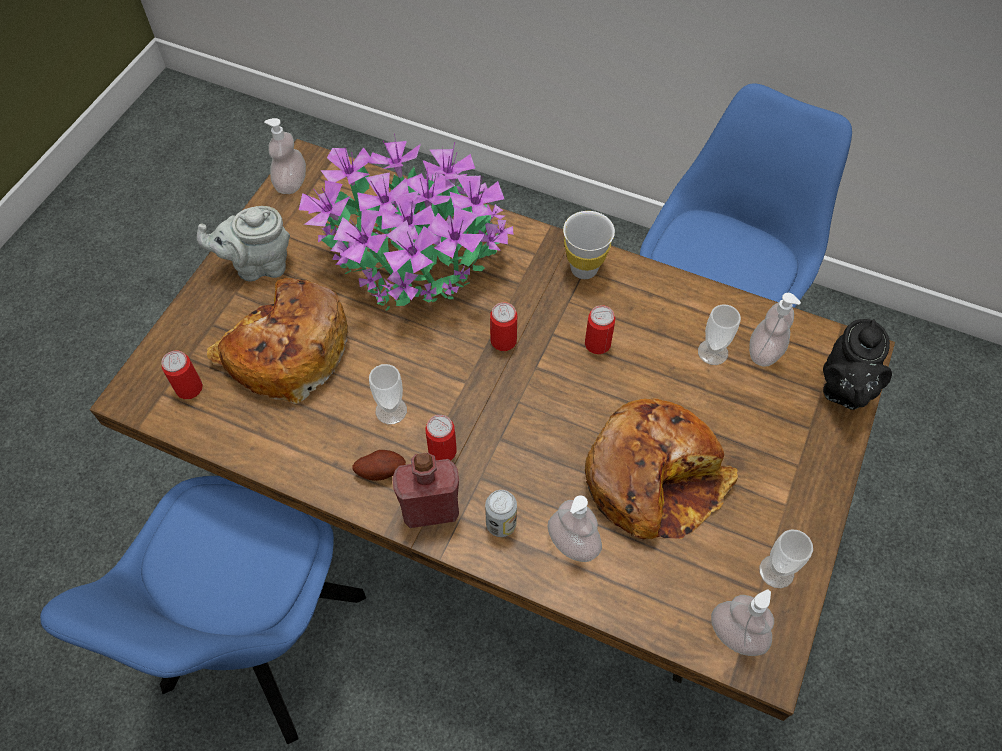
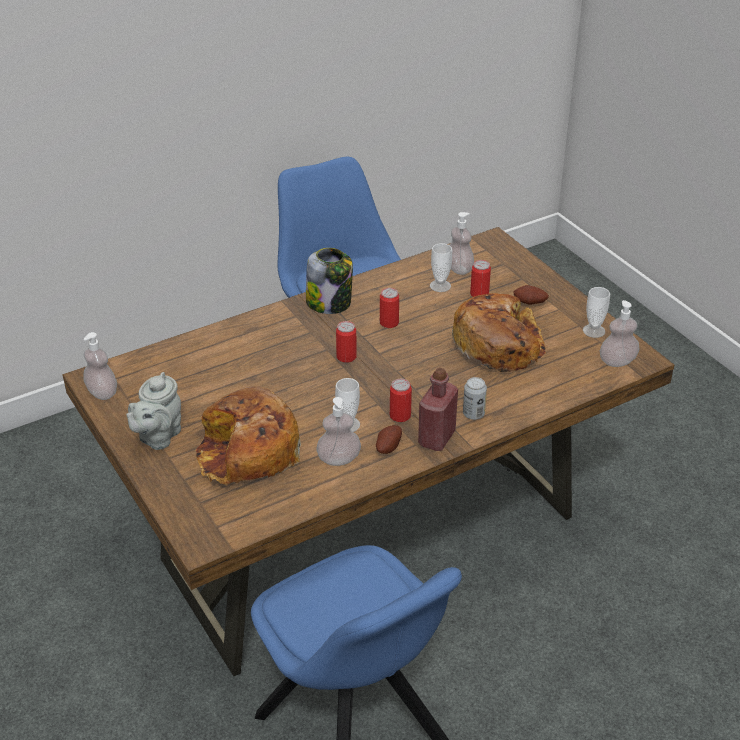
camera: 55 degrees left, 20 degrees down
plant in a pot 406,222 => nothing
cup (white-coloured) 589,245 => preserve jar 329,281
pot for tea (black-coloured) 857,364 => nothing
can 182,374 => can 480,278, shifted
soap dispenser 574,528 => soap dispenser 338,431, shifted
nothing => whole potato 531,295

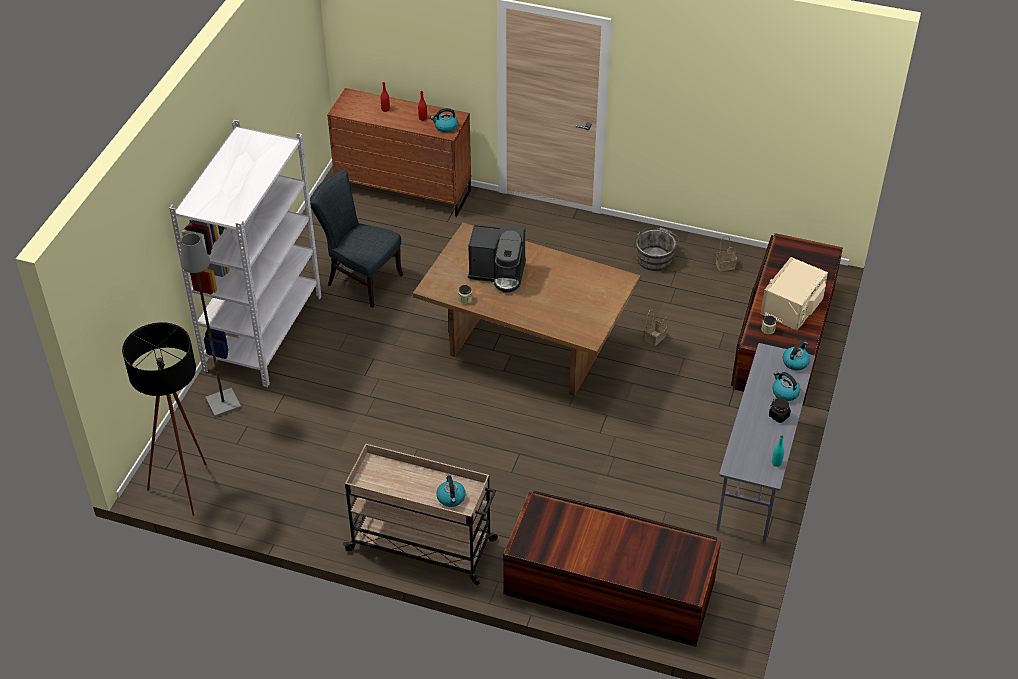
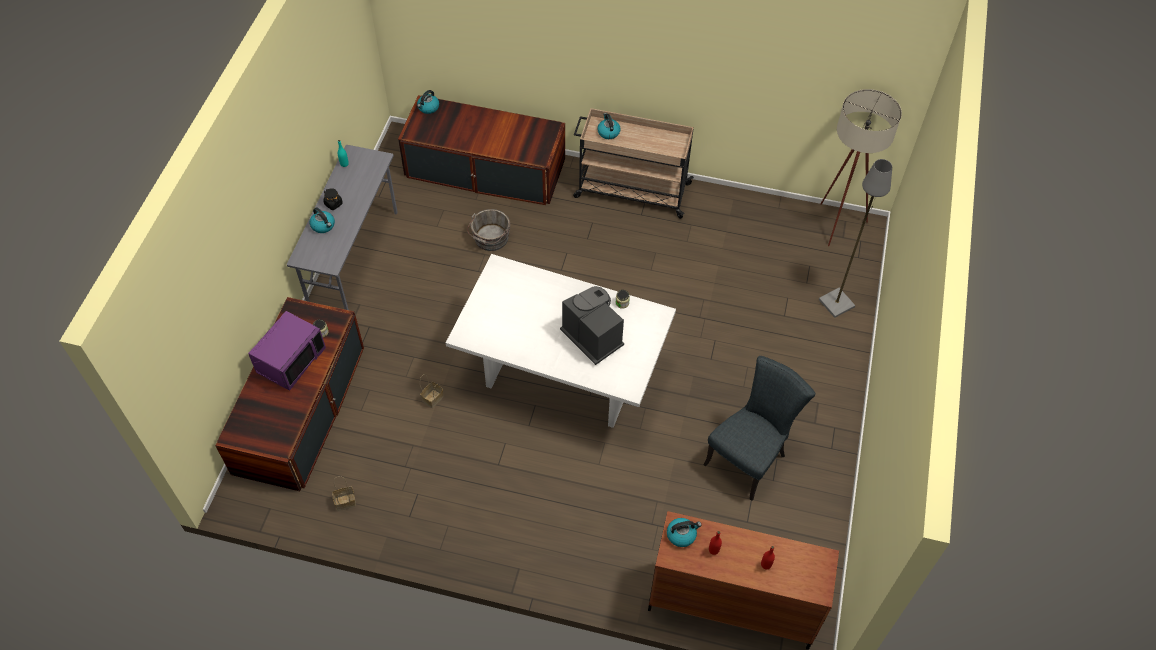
camera: 175 degrees right, 10 degrees up
bookcase (white-coloured) 245,253 => nothing
chair (greyish) 356,238 => chair (greyish) 759,428, 75 degrees counterclockwise
dining table (brownish) 527,309 => dining table (white-coloured) 561,341
coffee machine 497,258 => coffee machine 592,325, 45 degrees clockwise
water bucket (greyish) 657,249 => water bucket (greyish) 488,230, shifted
microwave (beige) 794,293 => microwave (purplish) 287,351
standing lamp (black-coloured) 164,419 => standing lamp (beige) 861,168
water kettle 796,356 => water kettle 428,102, shifted

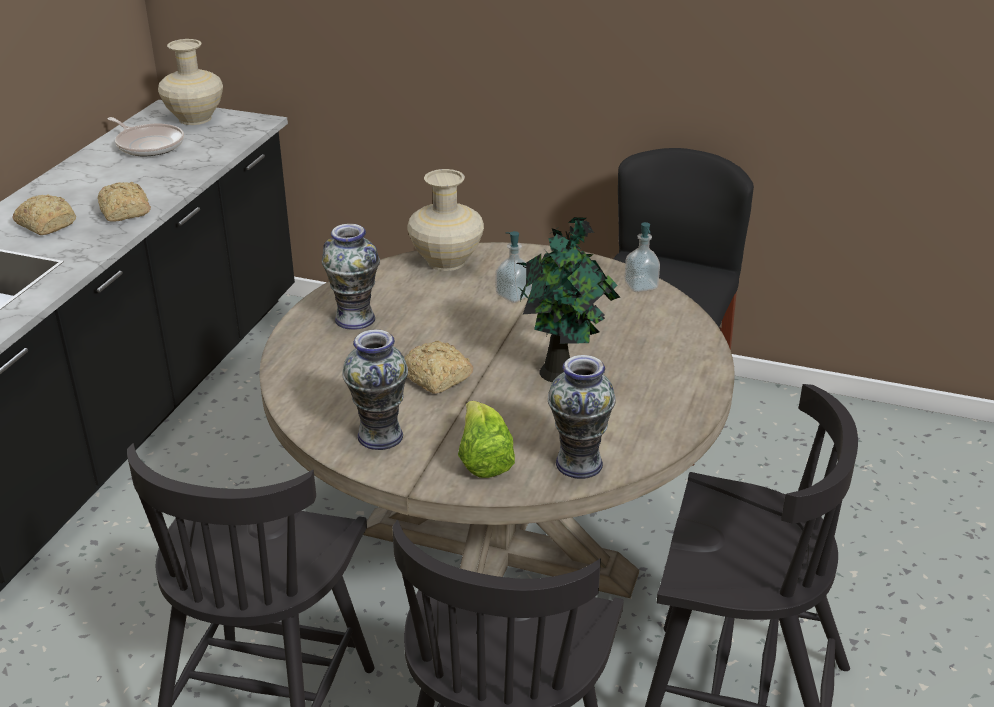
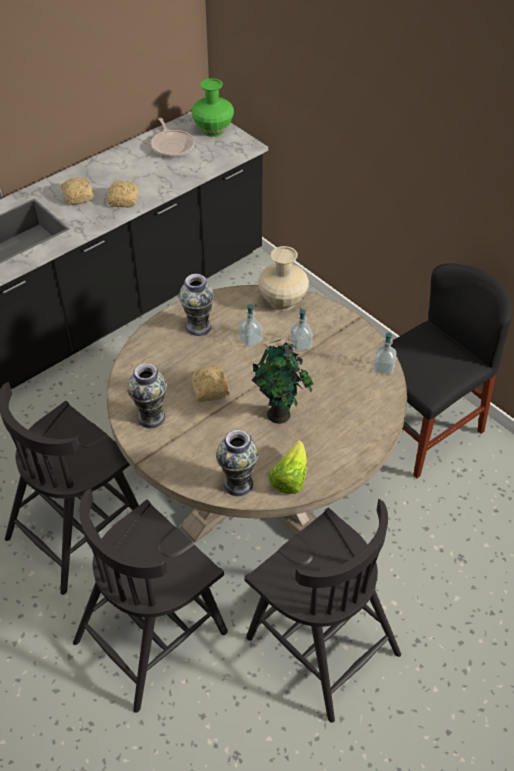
camera: 30 degrees right, 15 degrees up
vase (beige) 190,82 => vase (green-coloured) 212,107
head of lettuce 486,439 => head of lettuce 288,467, shifted
nothing => soap dispenser 250,325

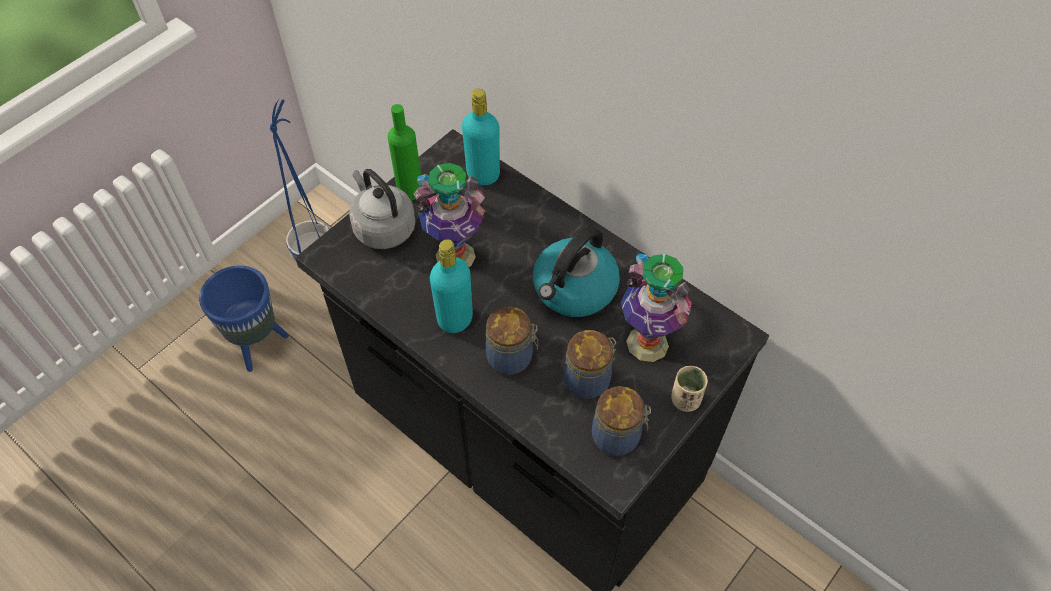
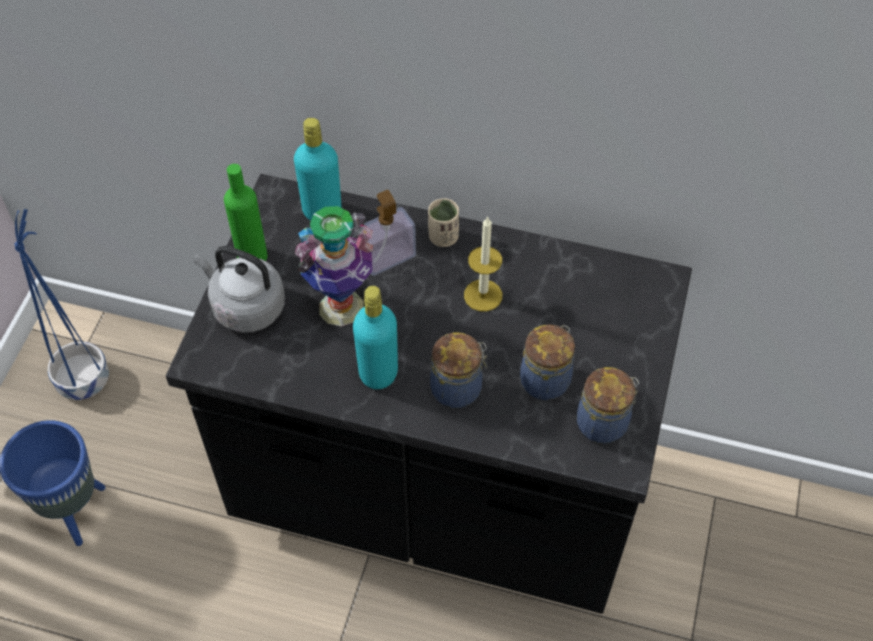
camera: 25 degrees left, 0 degrees up
water kettle 576,271 => candle 483,264
vase 656,307 => nothing
cup (beige) 689,389 => cup (beige) 443,222, shifted
nothing => soap dispenser 390,233

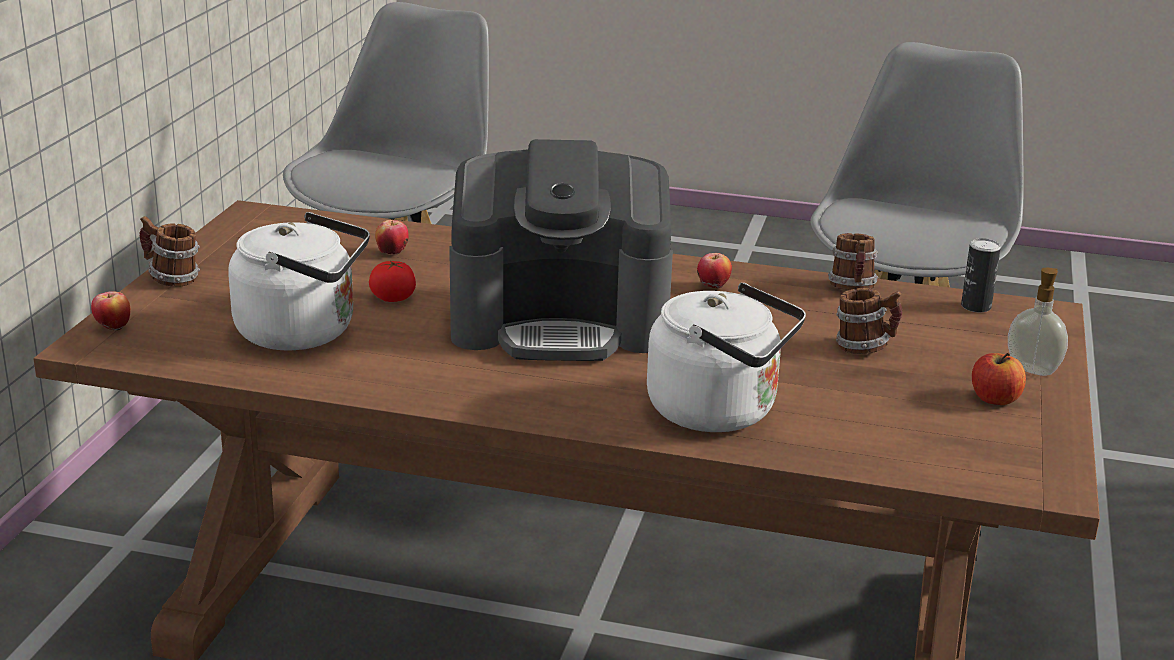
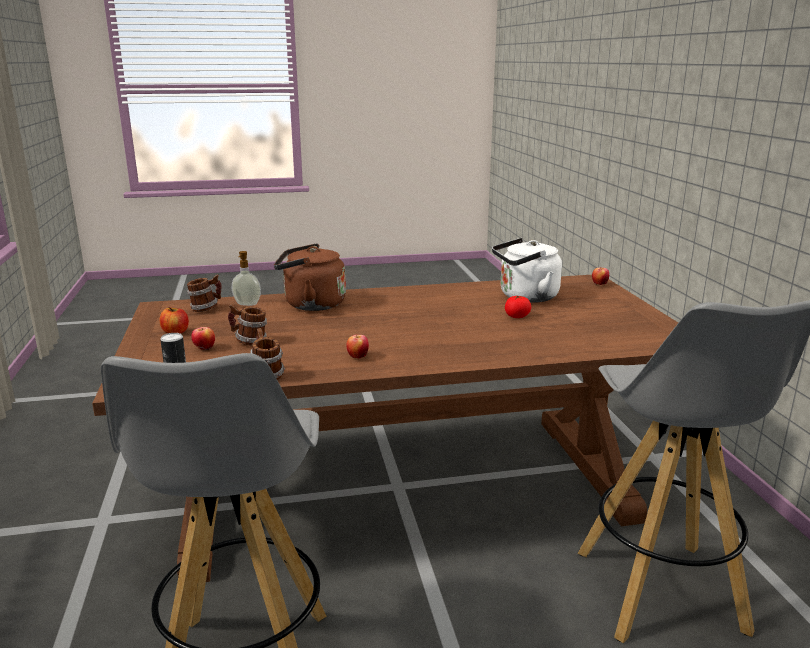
camera: 155 degrees right, 5 degrees down
coffee machine 561,250 => nothing
mug 169,251 => mug 204,293, shifted
apple fruit 392,237 => apple fruit 203,338, shifted
soap dispenser 1038,322 => soap dispenser 246,278, shifted
water kettle (white-coloured) 726,357 => water kettle (brownish) 310,277

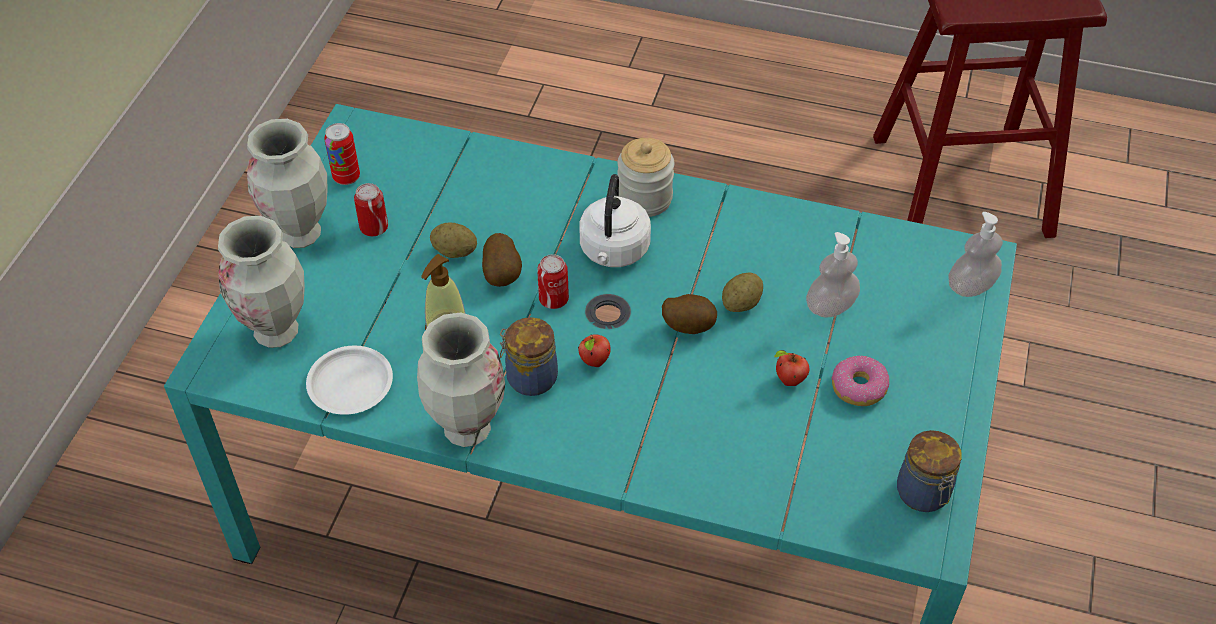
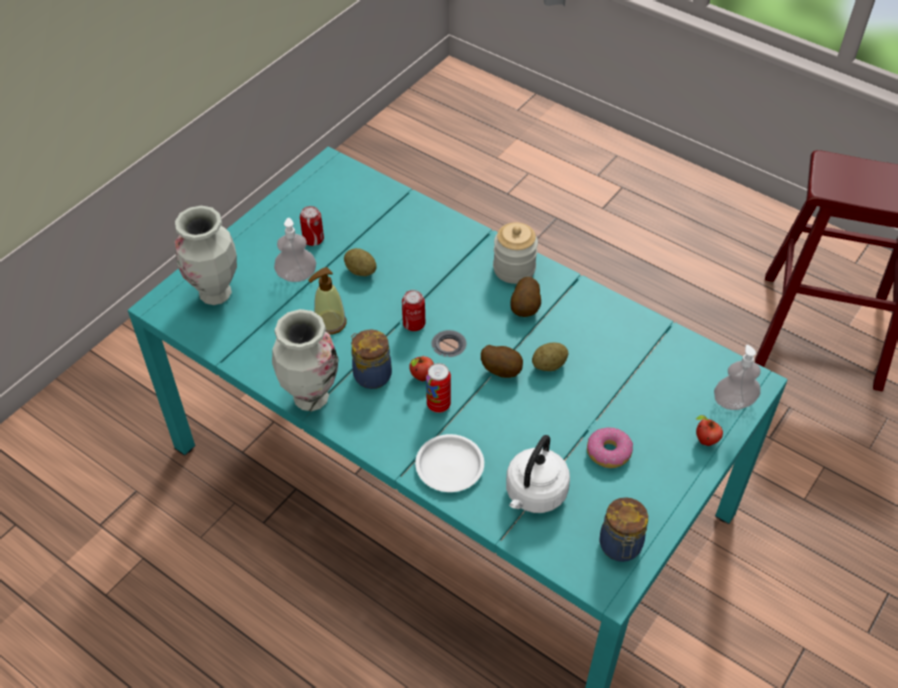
camera: 20 degrees right, 0 degrees up
vase 287,183 => nothing
can 342,154 => can 438,388, shifted
water kettle (white-coloured) 615,220 => water kettle (white-coloured) 538,474, shifted
soap dispenser 833,275 => soap dispenser 295,250, shifted
whole potato 502,260 => whole potato 526,297, shifted
plate (white-coloured) 349,380 => plate (white-coloured) 449,463, shifted
apple fruit 792,368 => apple fruit 709,430, shifted

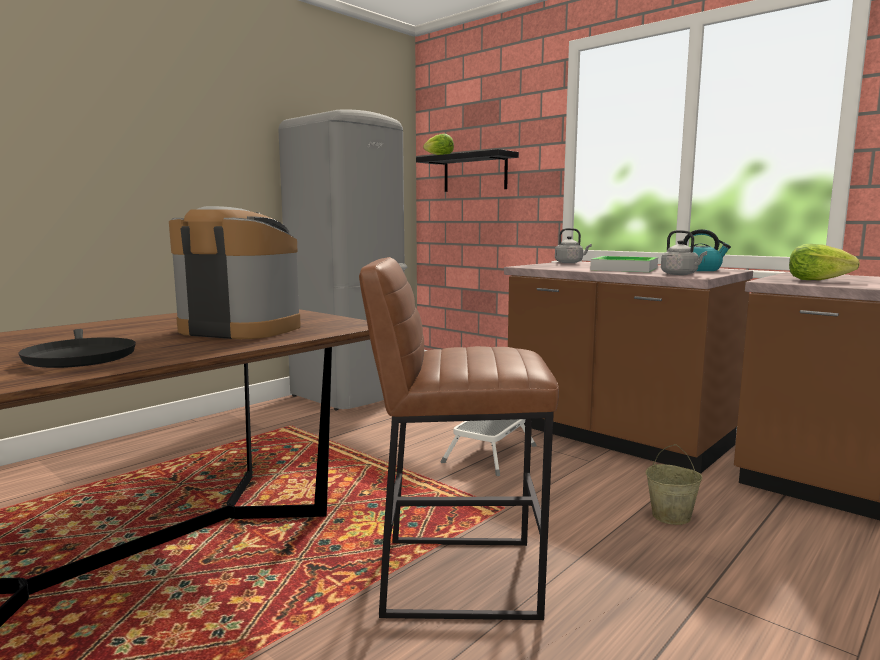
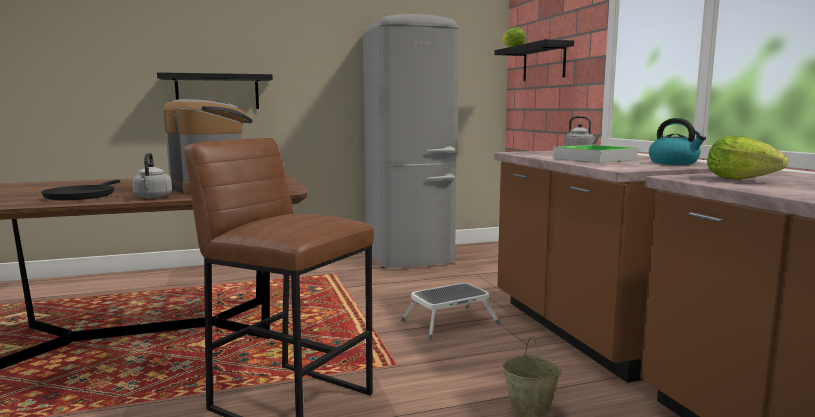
camera: 30 degrees right, 0 degrees up
water kettle (greyish) 684,252 => water kettle (greyish) 152,175, shifted
nothing => wall shelf (black-coloured) 215,90

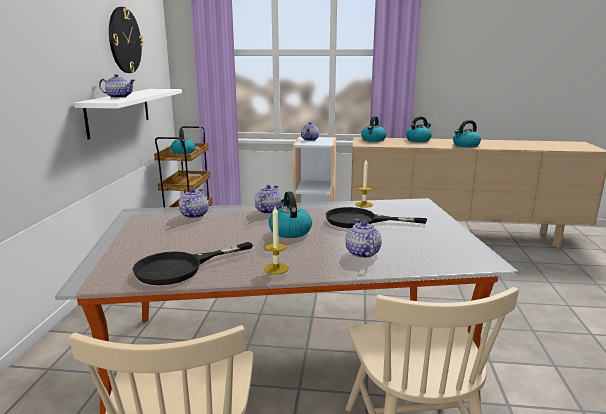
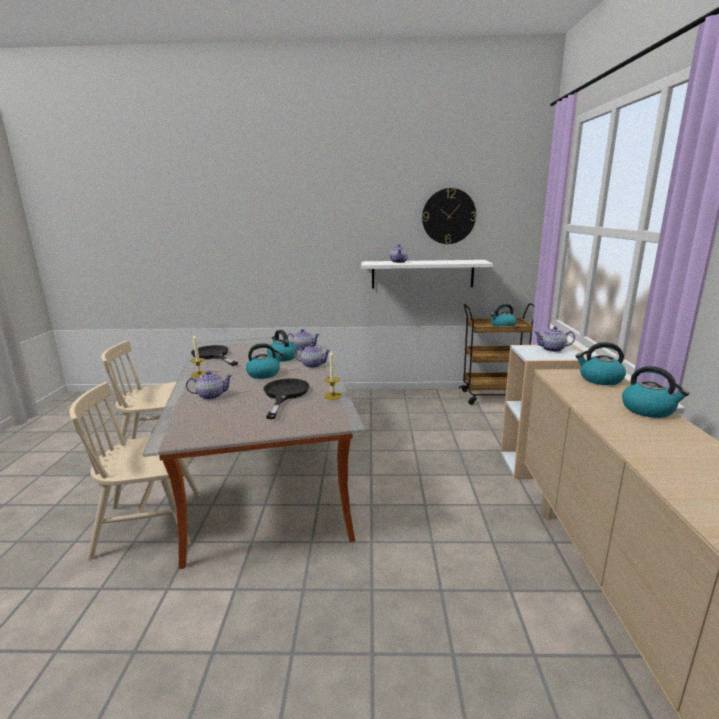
camera: 85 degrees right, 0 degrees up
water kettle 467,133 => water kettle 282,346, shifted

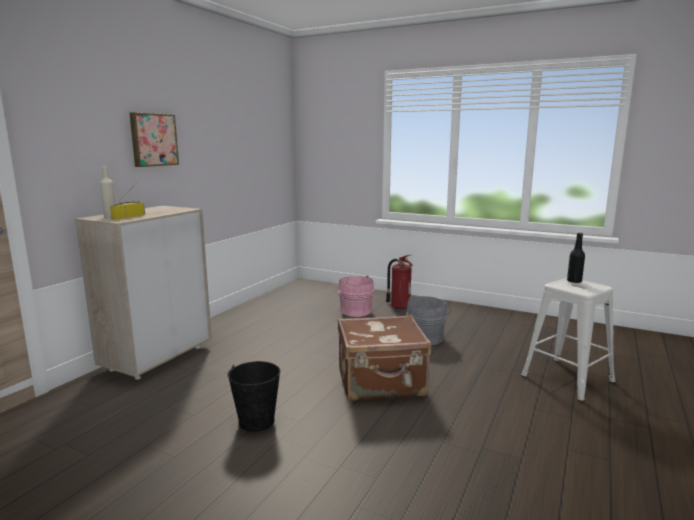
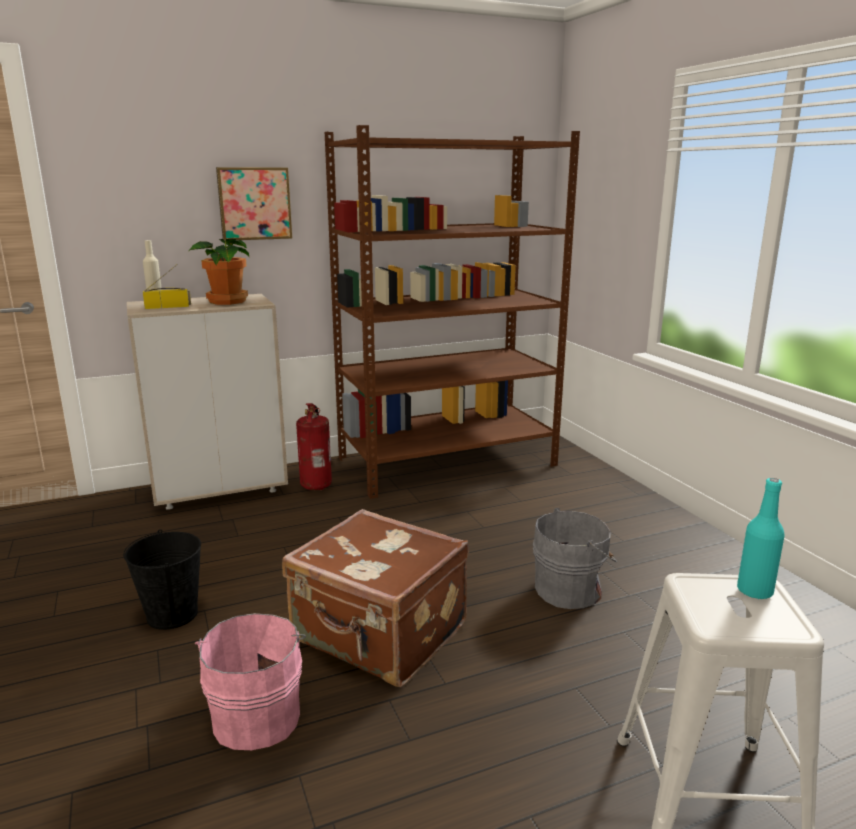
camera: 40 degrees right, 5 degrees up
bottle (black-coloured) 576,258 => bottle (turquoise-coloured) 761,539
fire-fighting cylinder 399,282 => fire-fighting cylinder 314,446, shifted
water bucket (pinkish) 354,296 => water bucket (pinkish) 250,681, shifted
nothing => bookcase (brownish) 452,312
nothing => plant in a pot 219,272

